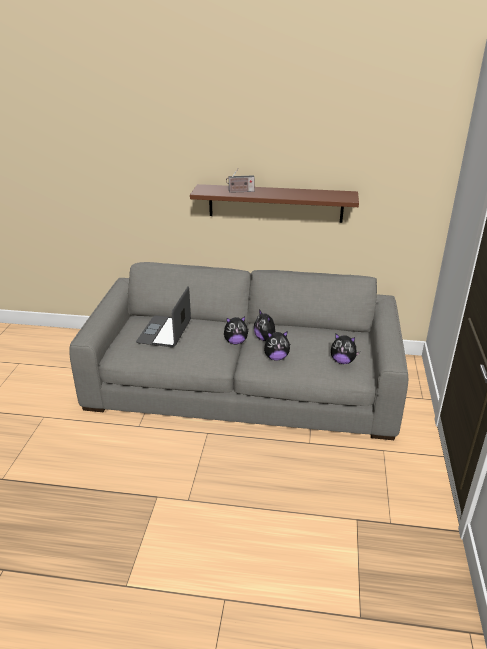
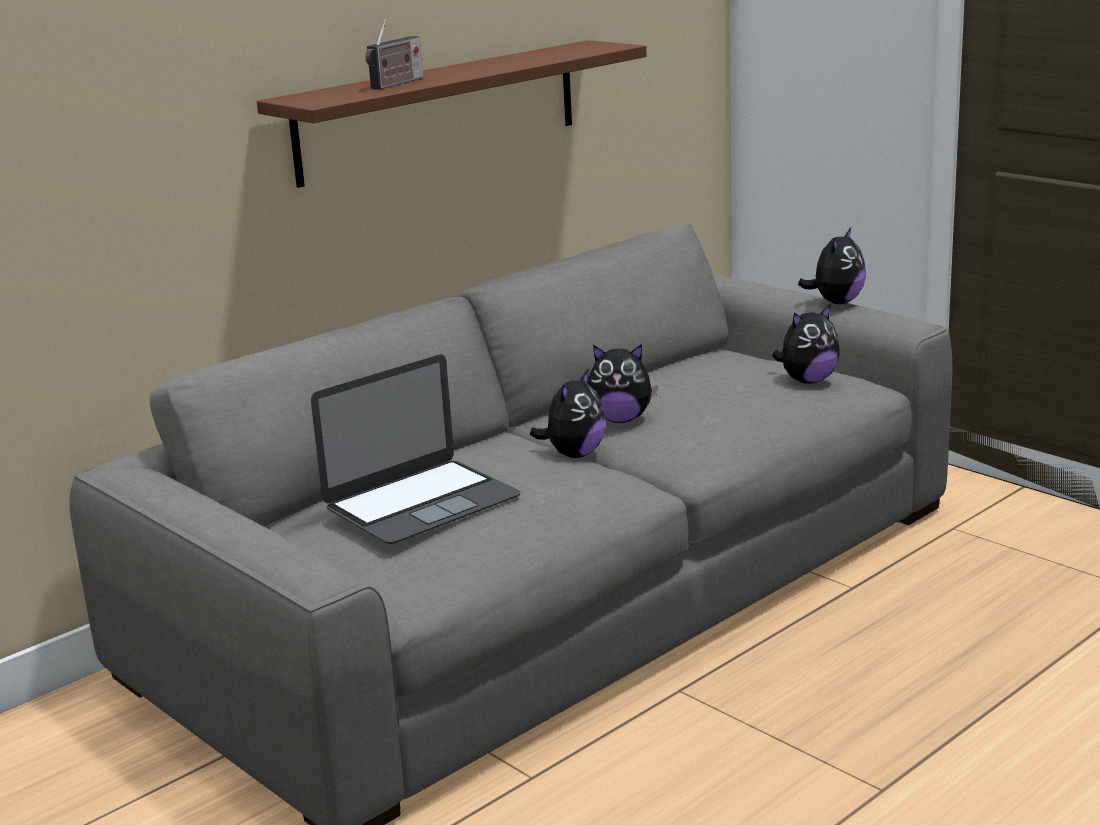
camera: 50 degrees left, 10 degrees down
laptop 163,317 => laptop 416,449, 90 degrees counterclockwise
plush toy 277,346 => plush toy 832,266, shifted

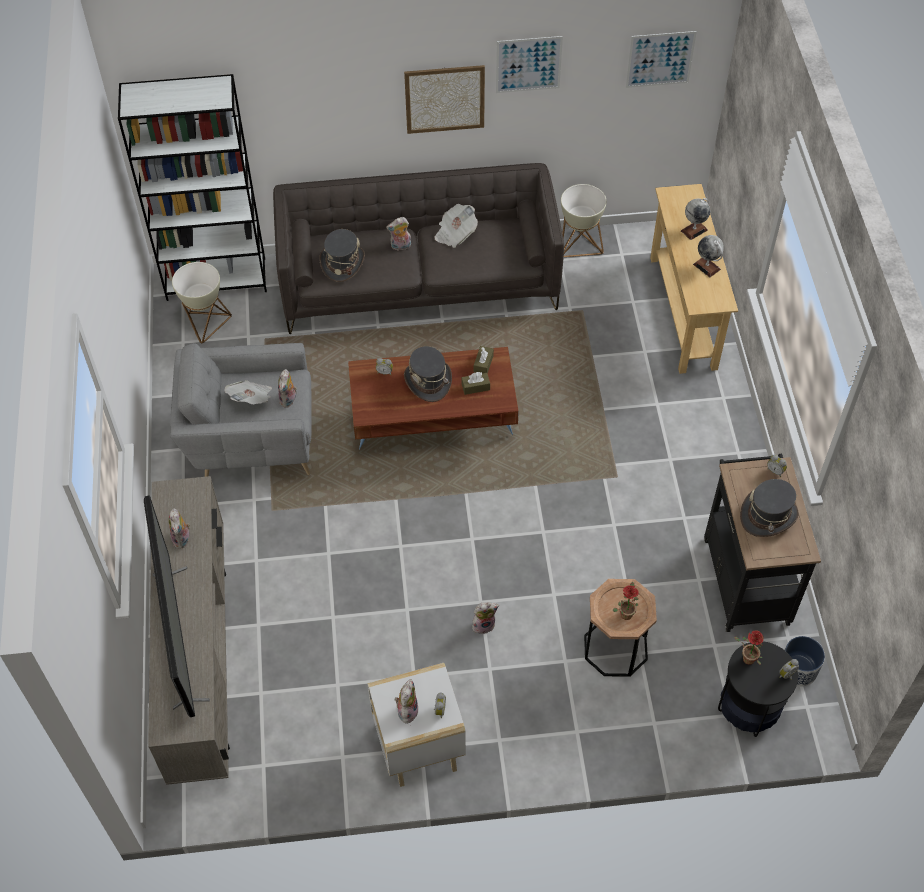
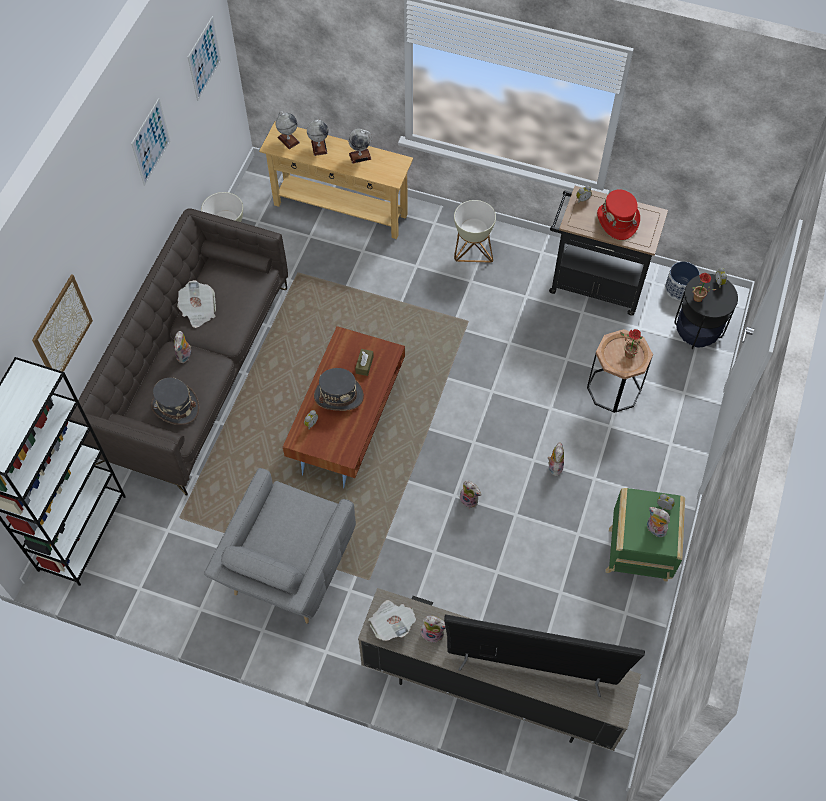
camera: 65 degrees left, 5 degrees up
wall picture 444,99 => wall picture 62,323, shifted
planter 202,303 => planter 475,231, shifted
box of tissues (brownish) 484,360 => nothing
plush toy 287,388 => plush toy 469,494, shifted
printed paper 248,392 => printed paper 392,620, shifted
wearable hat (greyish) 769,508 => wearable hat (red) 618,214
accent table (white-coloured) 416,725 => accent table (green-coloured) 645,535
nothing => world globe 288,130

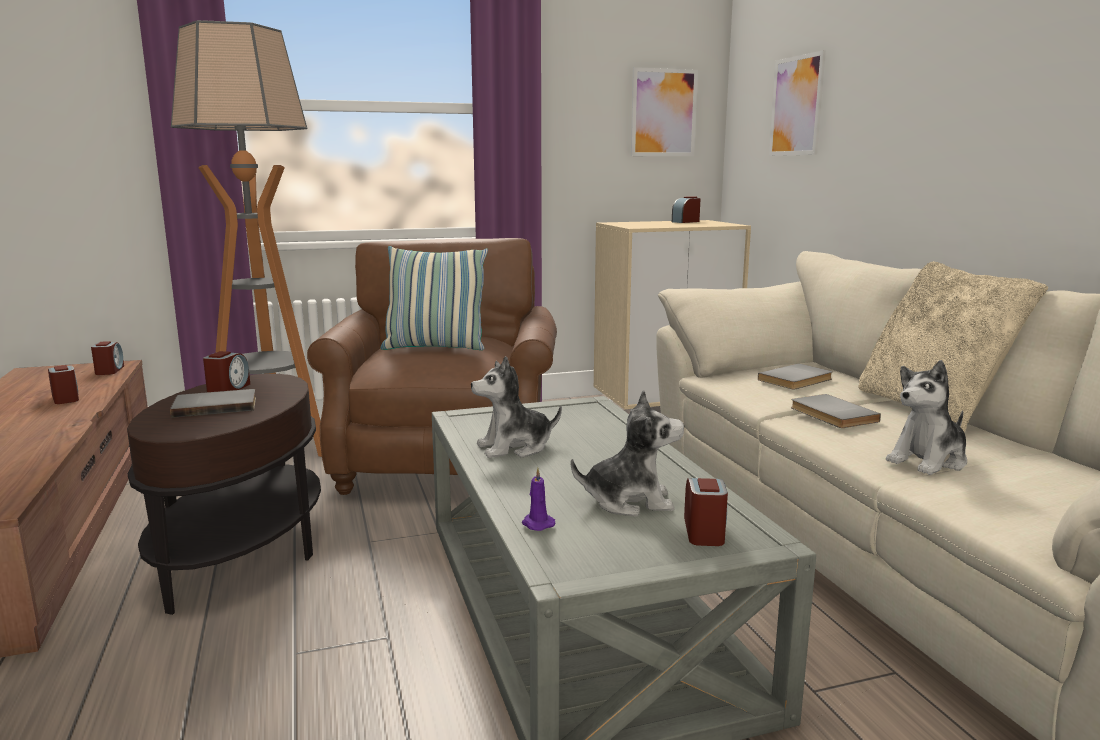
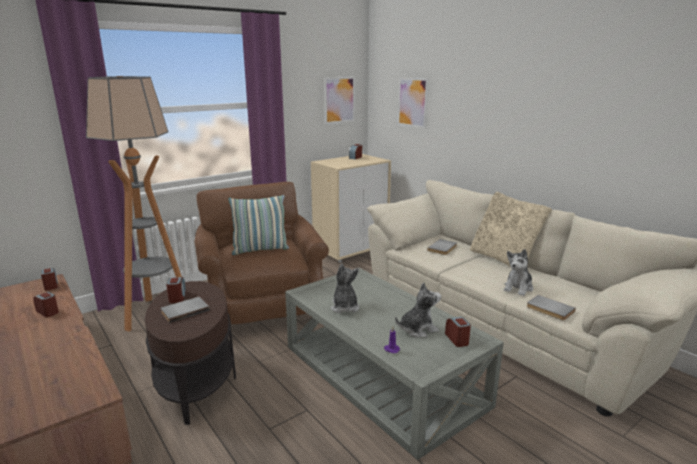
camera: 20 degrees left, 5 degrees up
plush toy 516,407 => plush toy 345,288, 120 degrees clockwise
book (greyish) 836,411 => book (greyish) 551,308, shifted

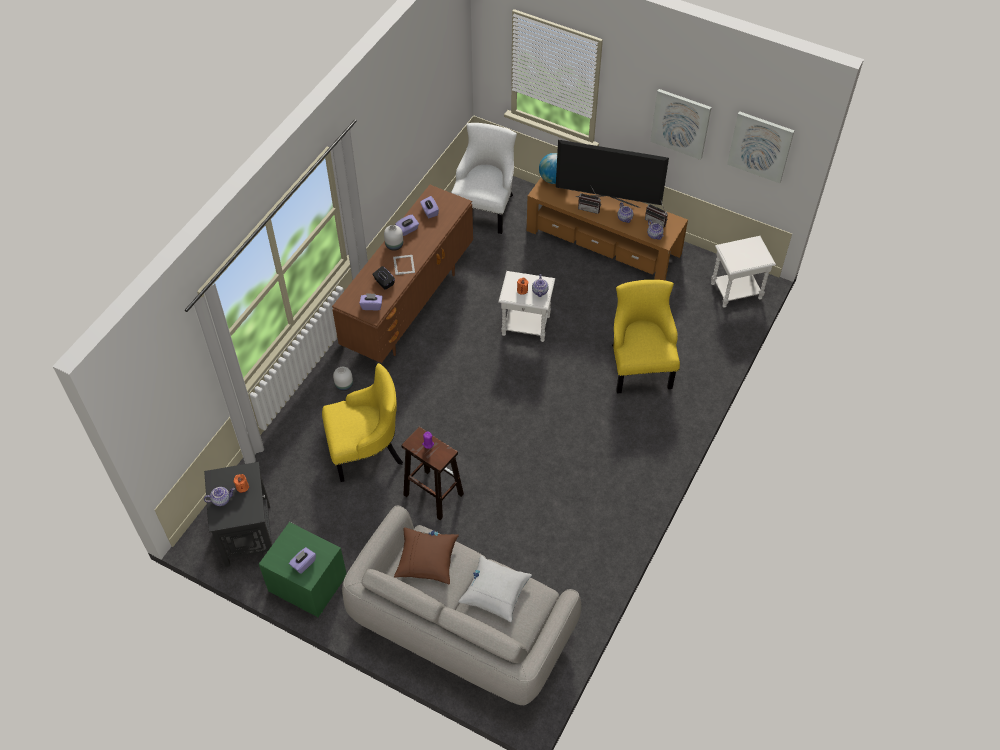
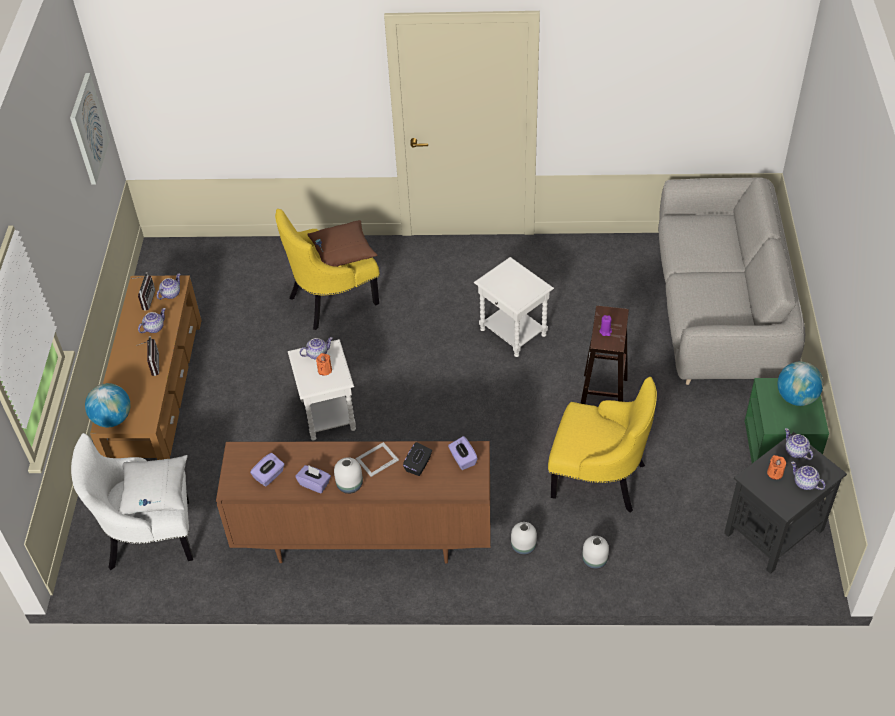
camera: 115 degrees left, 5 degrees down
wall picture 681,124 => nothing
TV set 612,174 => nothing
accent table (white-coloured) 743,272 => accent table (white-coloured) 514,307, shifted
armchair (yellow) 362,422 => armchair (yellow) 602,445, 150 degrees clockwise
pillow (brownish) 426,556 => pillow (brownish) 342,243, shifted
box of tissues (purplish) 302,560 => world globe 800,384
pillow (greyish) 495,588 => pillow (greyish) 153,485, shifted
nothing => pot for tea 799,444
nothing => vase (white-coloured) 595,552

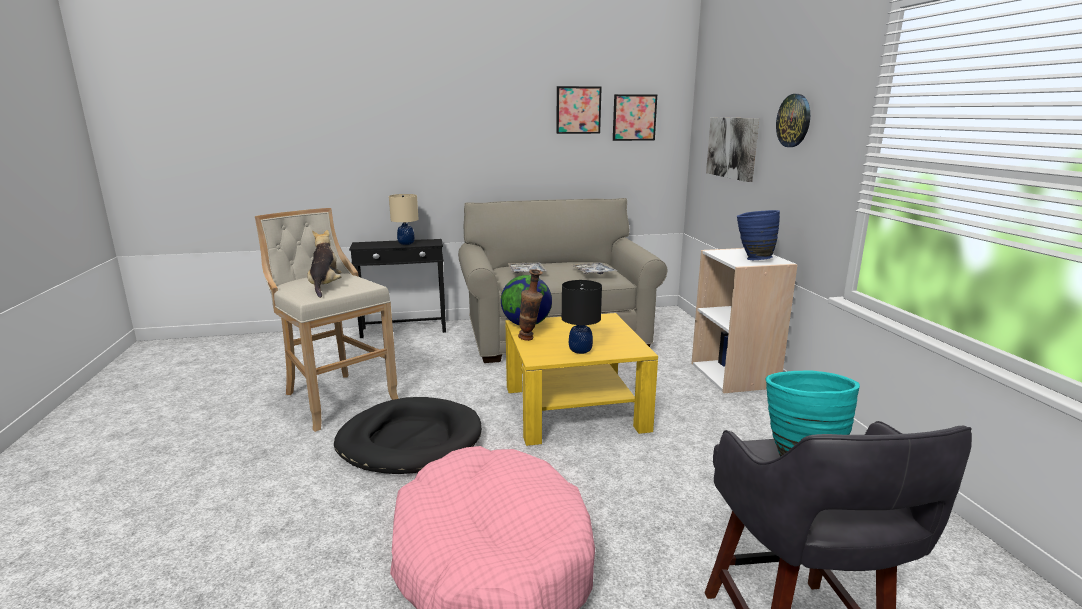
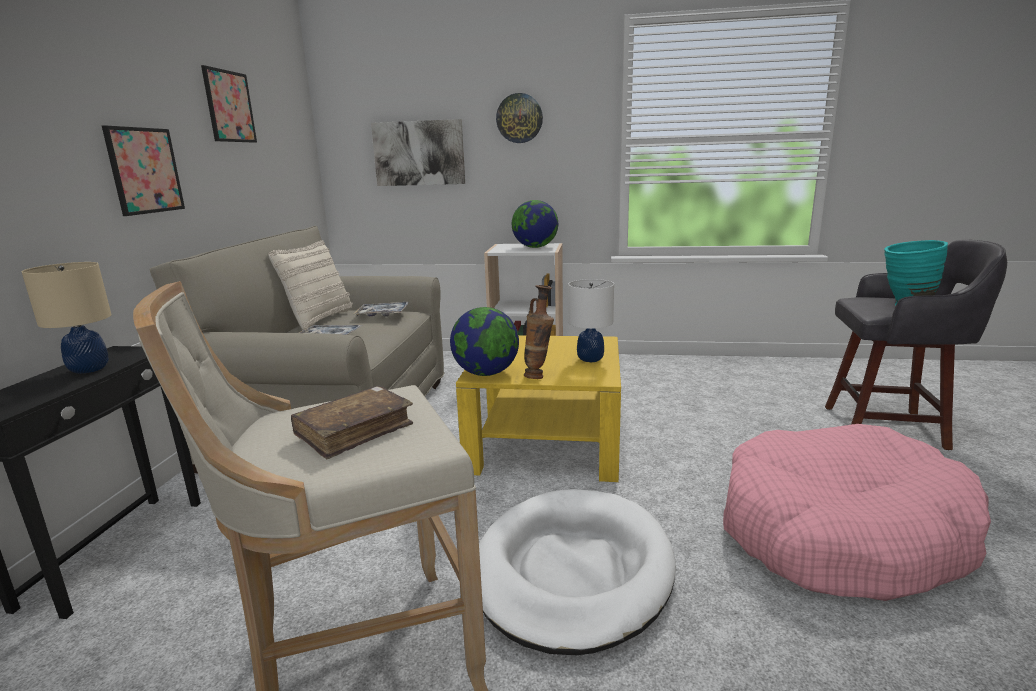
camera: 70 degrees left, 0 degrees up
wall picture 635,117 => wall picture 143,170, shifted
vase (blue-coloured) 758,235 => world globe 535,224
plush toy 324,264 => book (brownish) 352,422
lamp for a table (black-coloured) 582,317 => lamp for a table (white-coloured) 591,320
pet bed (black-coloured) 408,435 => pet bed (white-coloured) 577,572
nothing => pillow (beige) 310,285

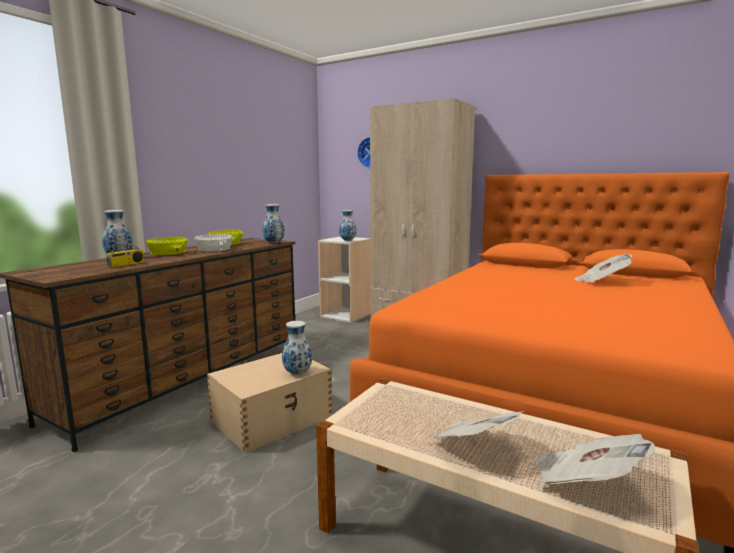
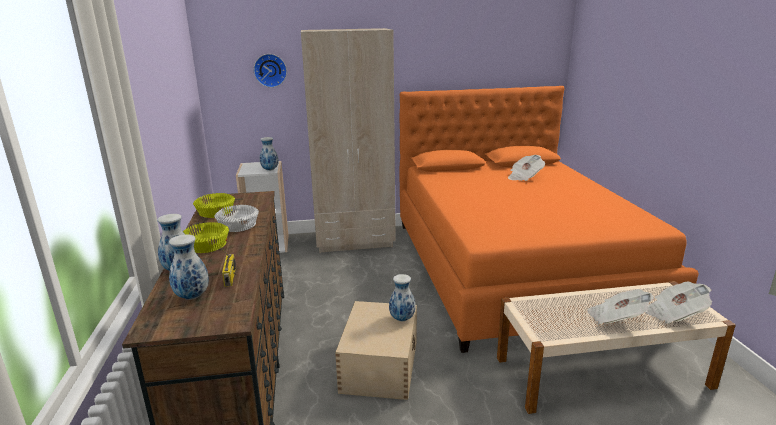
camera: 40 degrees left, 10 degrees up
vase 273,223 => vase 189,267, shifted

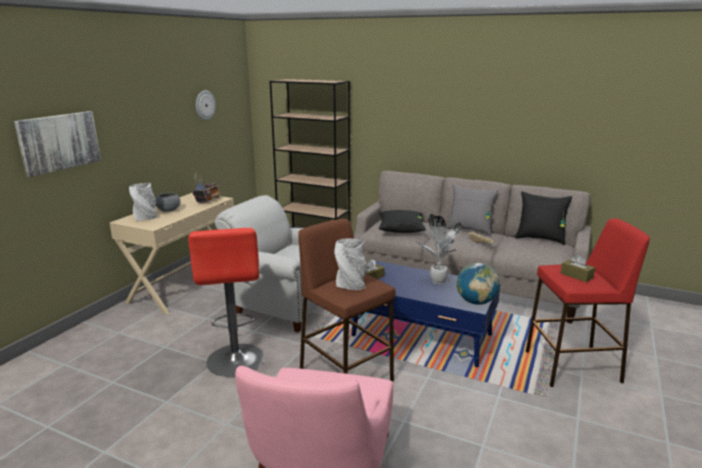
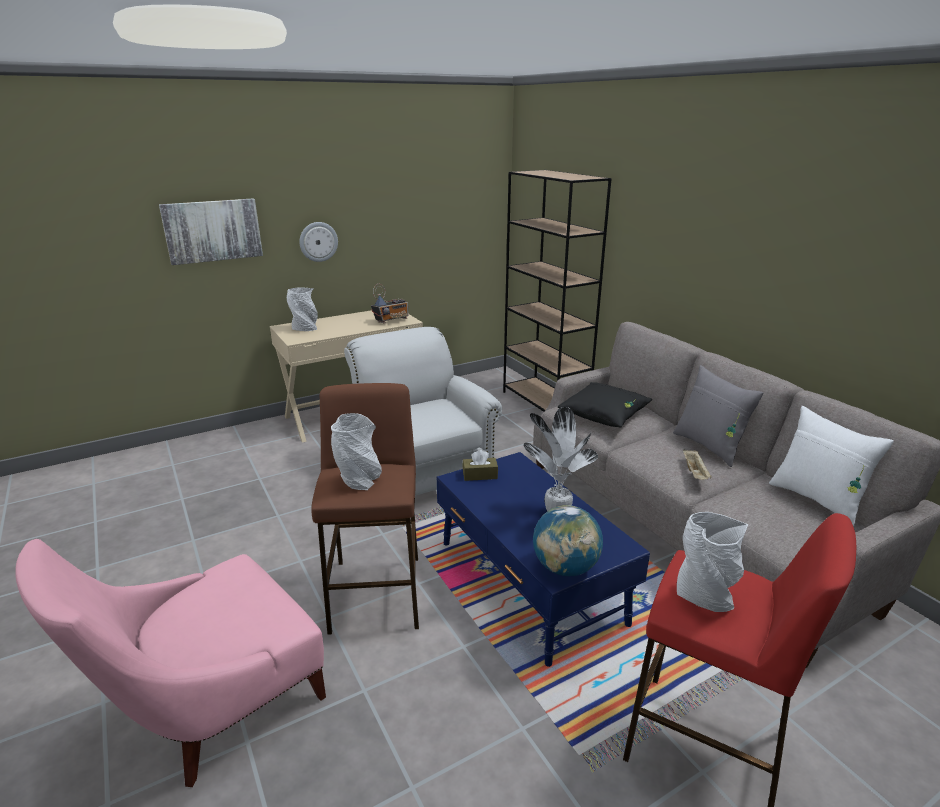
camera: 35 degrees right, 5 degrees up
wall clock 206,105 => wall clock 318,242, shifted
pillow (black-coloured) 543,218 => pillow (white-coloured) 831,466
serving bowl (greyish) 168,202 => nothing
sitting stool (red) 226,302 => nothing
box of tissues (brownish) 578,268 => vase (greyish) 712,562

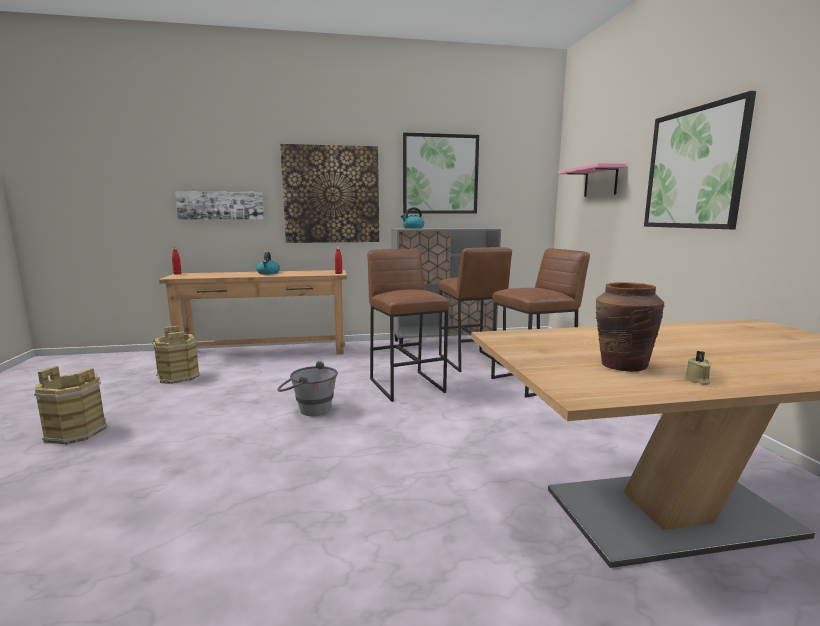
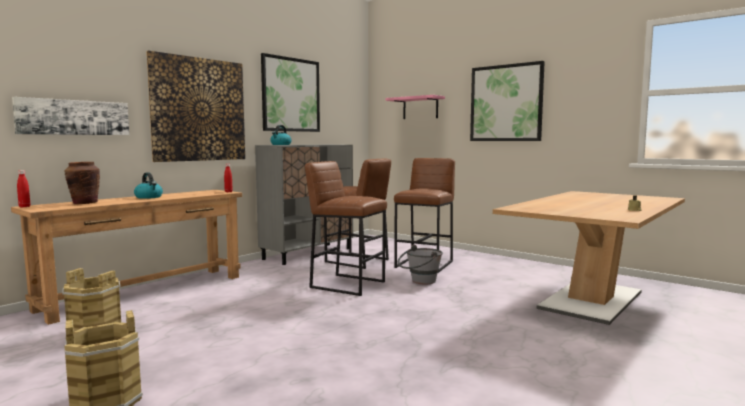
camera: 40 degrees left, 5 degrees down
vase (brownish) 630,327 => vase (brownish) 82,183, shifted
water bucket (greyish) 308,388 => water bucket (greyish) 420,265, shifted

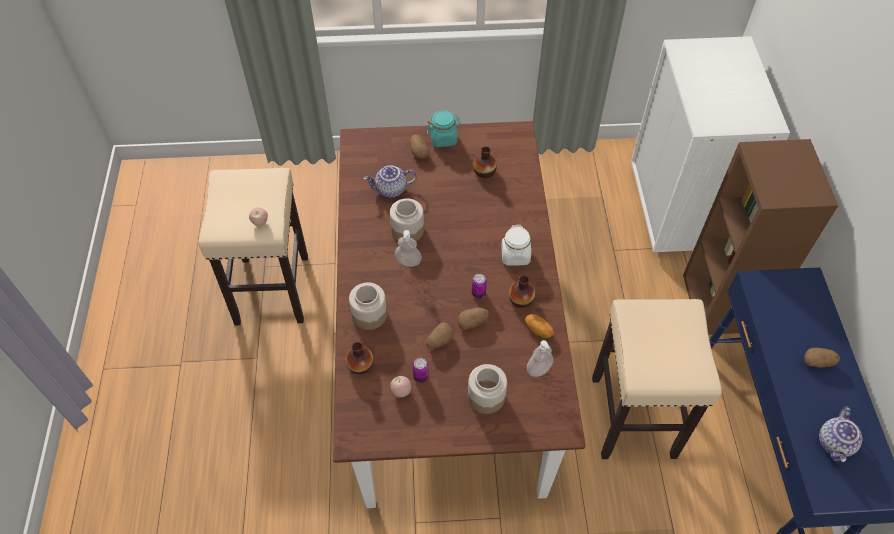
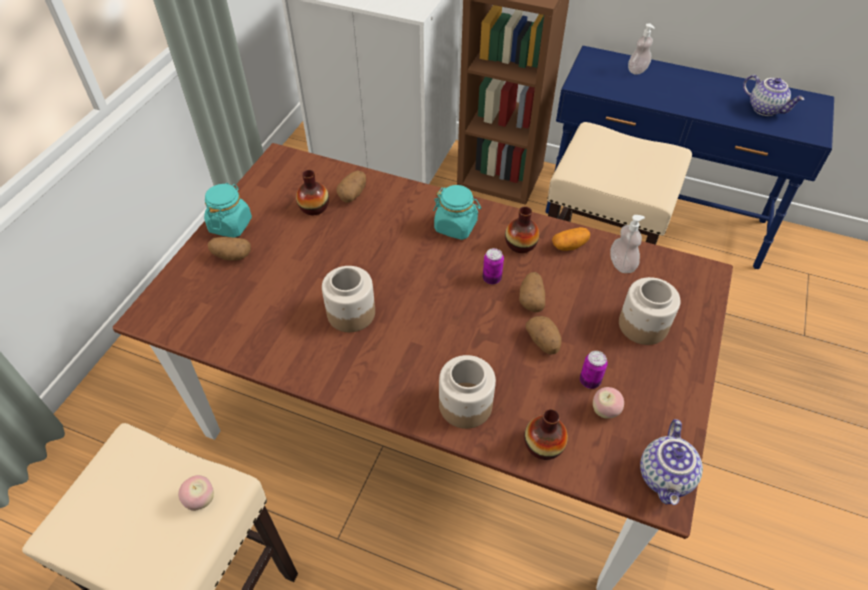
camera: 65 degrees left, 5 degrees down
pot for tea 390,181 => pot for tea 671,462, shifted
preserve jar (white-coloured) 516,245 => preserve jar (turquoise-coloured) 457,212
soap dispenser 408,248 => soap dispenser 641,49, shifted
whole potato 822,358 => whole potato 351,186, shifted

